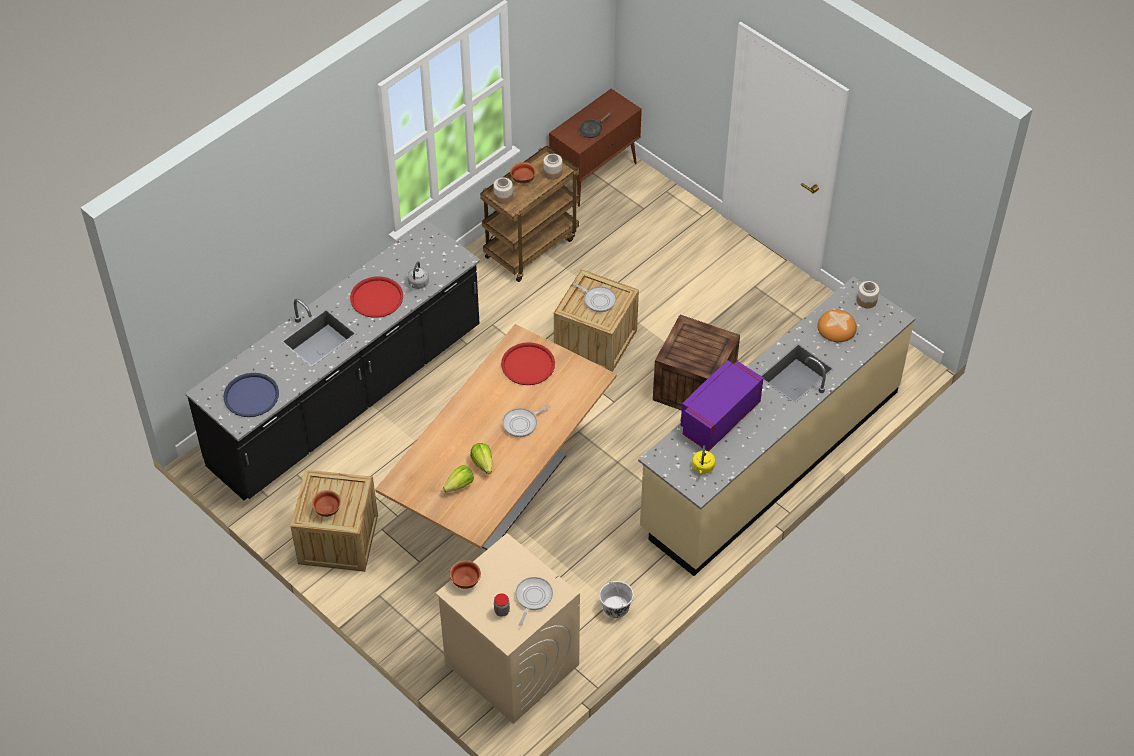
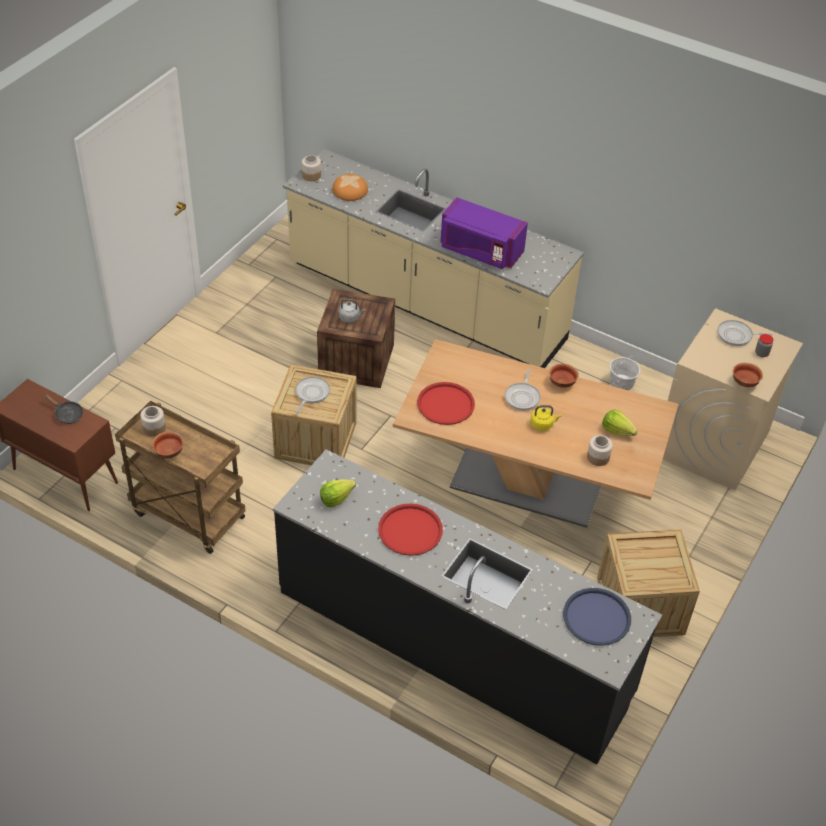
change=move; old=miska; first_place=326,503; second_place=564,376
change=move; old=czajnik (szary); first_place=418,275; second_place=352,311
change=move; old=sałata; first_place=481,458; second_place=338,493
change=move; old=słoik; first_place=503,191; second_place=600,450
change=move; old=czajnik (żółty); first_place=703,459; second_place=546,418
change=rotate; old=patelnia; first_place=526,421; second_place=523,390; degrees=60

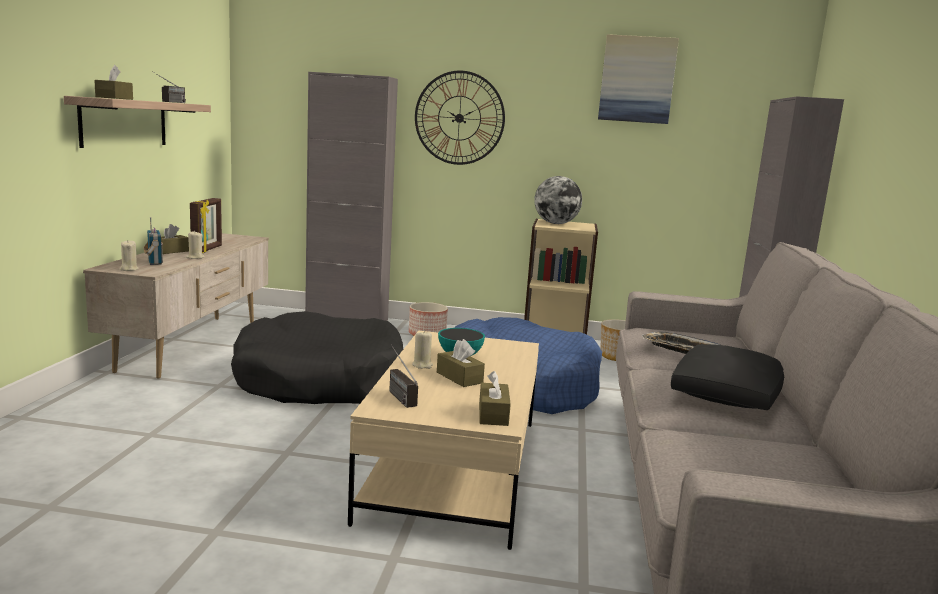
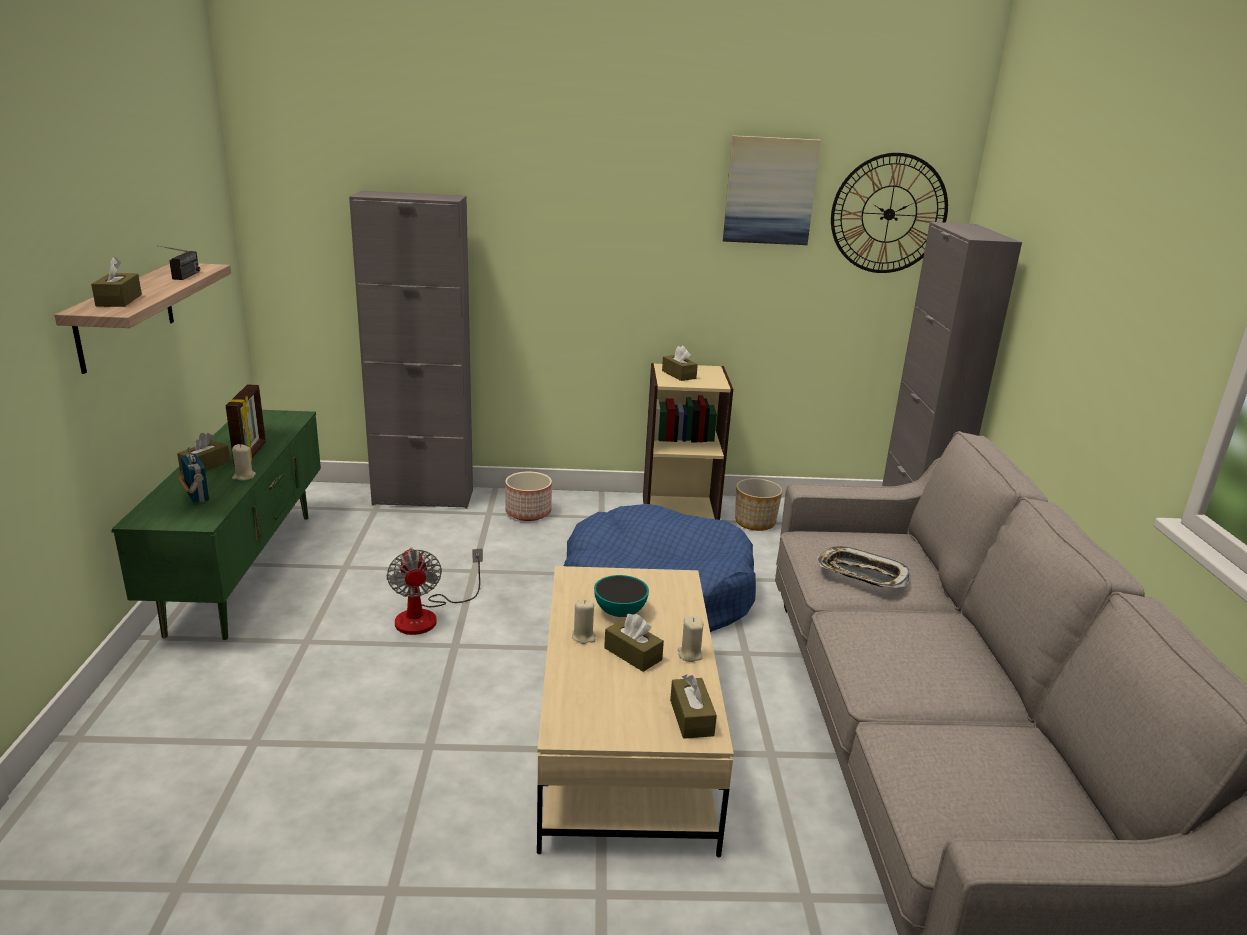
change=delete; old=radio; first_place=403,376
change=delete; old=poduszka (czarny); first_place=727,377
change=move; old=świeca (beżowy); first_place=129,255; second_place=690,638
change=move; old=zegar ścienny; first_place=460,118; second_place=889,213
change=replace; old=legowisko (czarny); new=wentylator; first_place=317,357; second_place=435,591
change=replace; old=globus; new=pudełko chusteczek (brązowy); first_place=558,200; second_place=680,363
change=recolor; old=szafka pod telewizor (beżowy); new=szafka pod telewizor (zielony); first_place=176,306; second_place=216,525

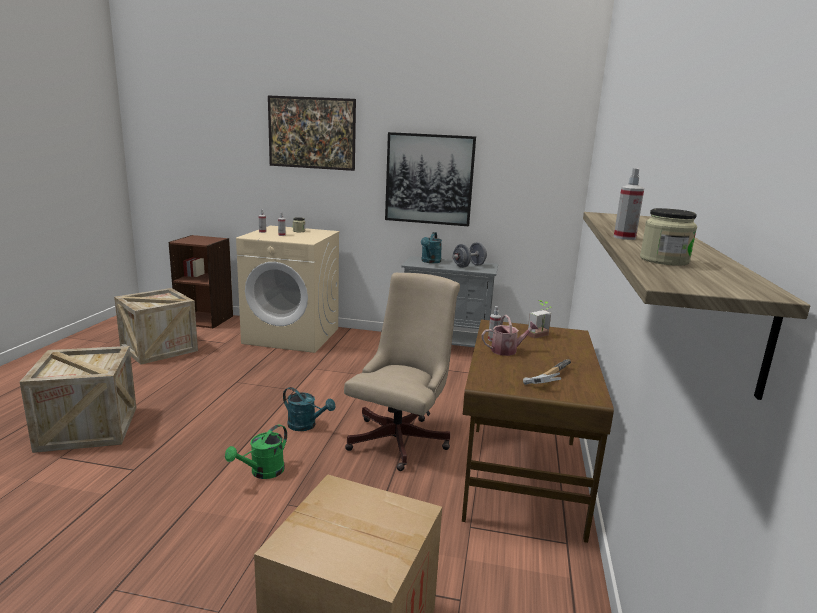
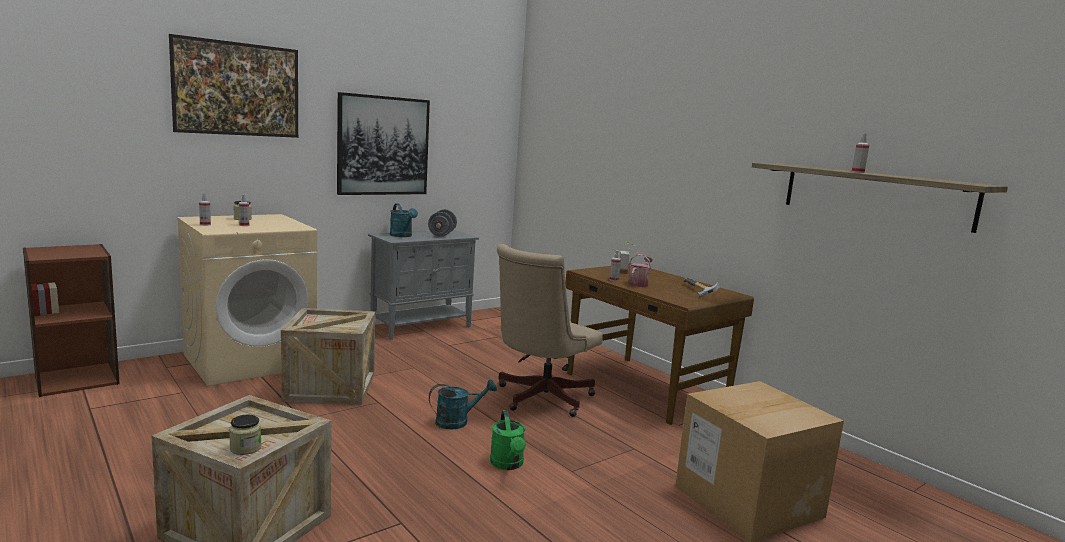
change=move; old=skrzynka; first_place=156,326; second_place=328,356
change=move; old=słoik; first_place=668,237; second_place=245,435
change=rotate; old=krzesło biurowe (beżowy); first_place=402,372; second_place=550,330; degrees=-120

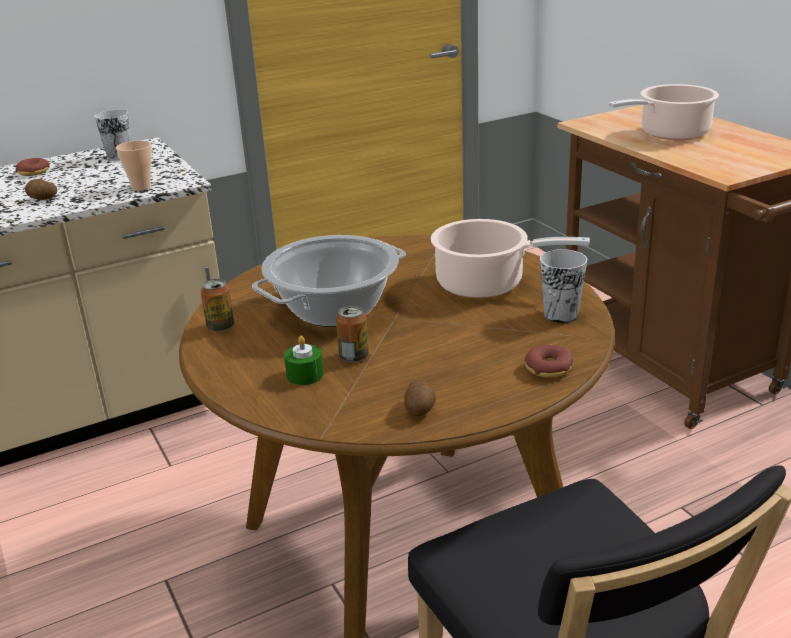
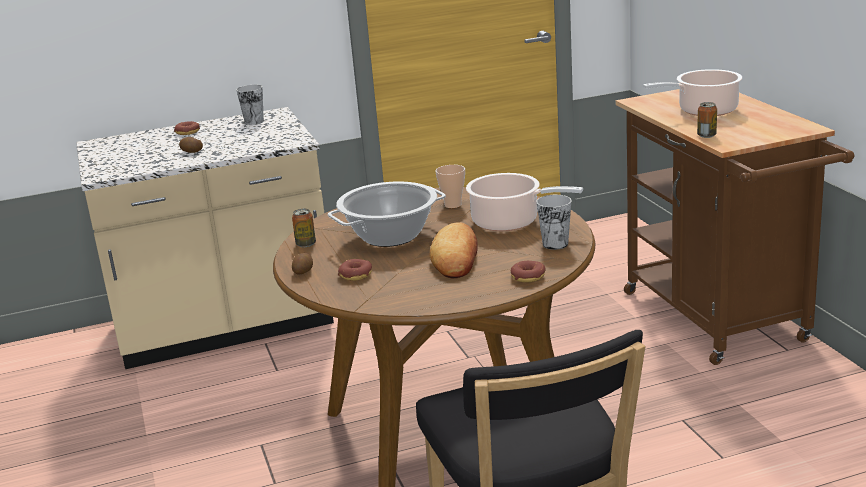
change=insert; new=chleb; second_place=454,250
change=move; old=filiżanka; first_place=134,165; second_place=450,186
change=move; old=puszka; first_place=352,333; second_place=707,120
change=move; old=ziemniak; first_place=420,398; second_place=302,263
change=replace; old=świeca (zielony); new=donut; first_place=304,360; second_place=355,270

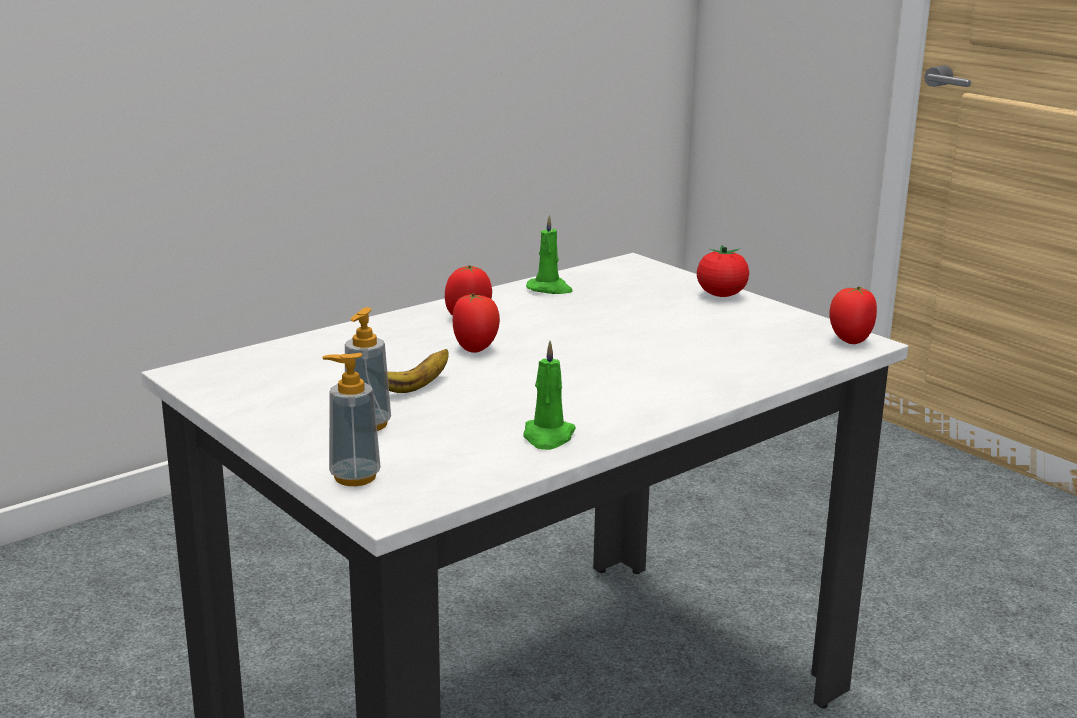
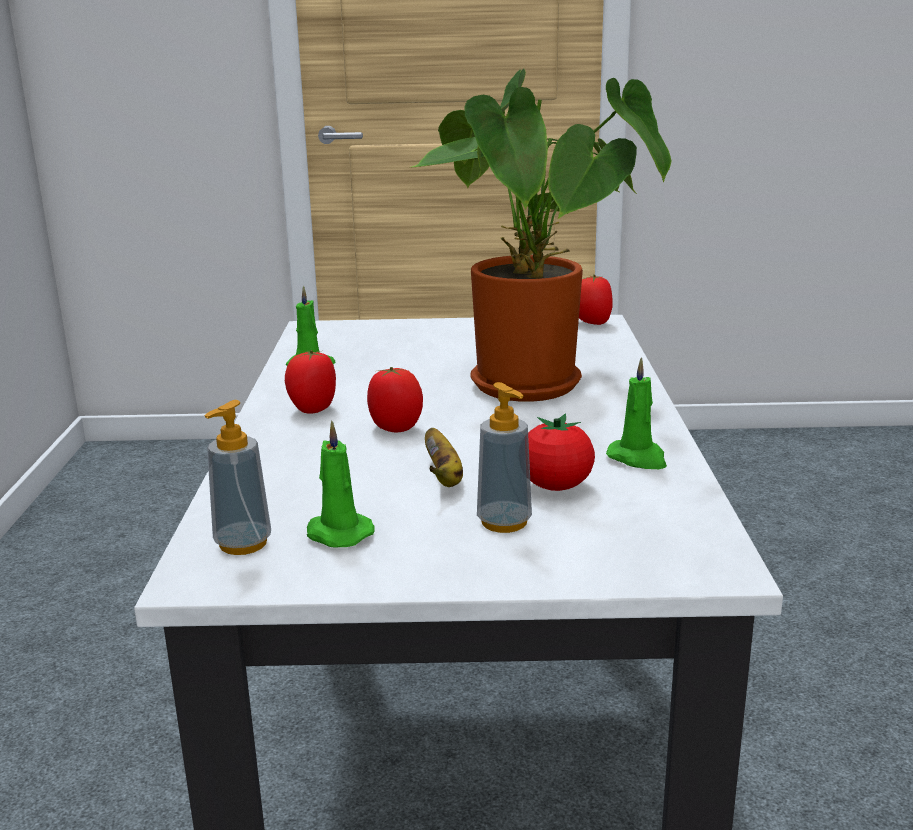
change=insert; new=świeca (zielony); second_place=340,484
change=insert; new=roślina doniczkowa; second_place=540,235
change=move; old=dozownik mydła; first_place=351,419; second_place=238,477
change=move; old=pomidor; first_place=723,271; second_place=561,452

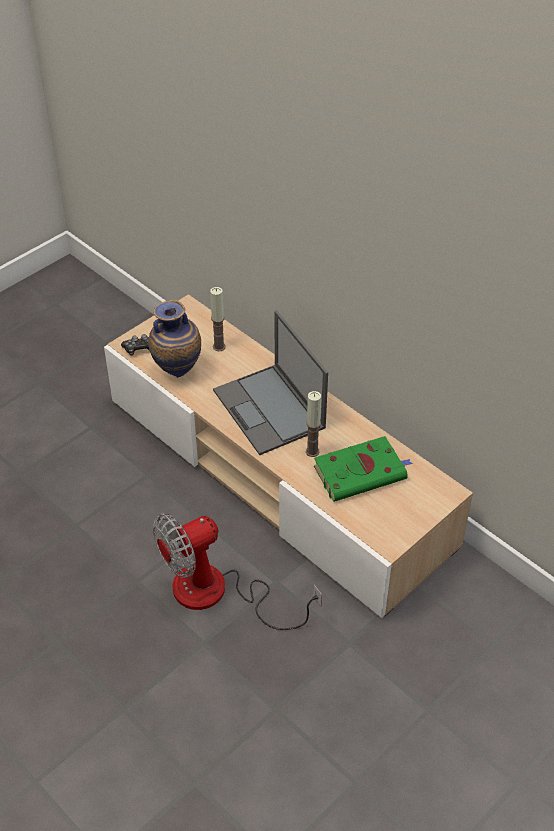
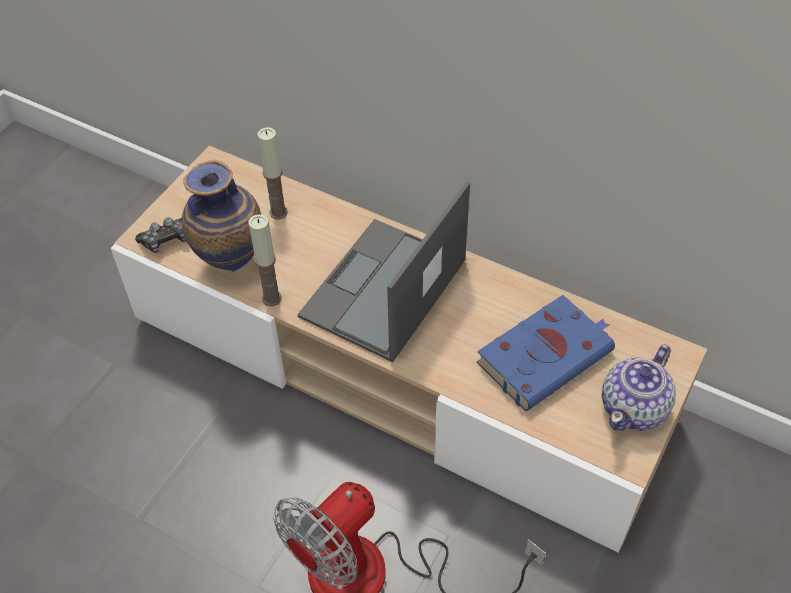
change=insert; new=imbryk; second_place=639,388
change=move; old=świeca; first_place=313,424; second_place=265,260
change=recolor; old=książka (zielony); new=książka (niebieski); first_place=363,469; second_place=546,353
change=rotate; old=laptop; first_place=270,382; second_place=384,271; degrees=75

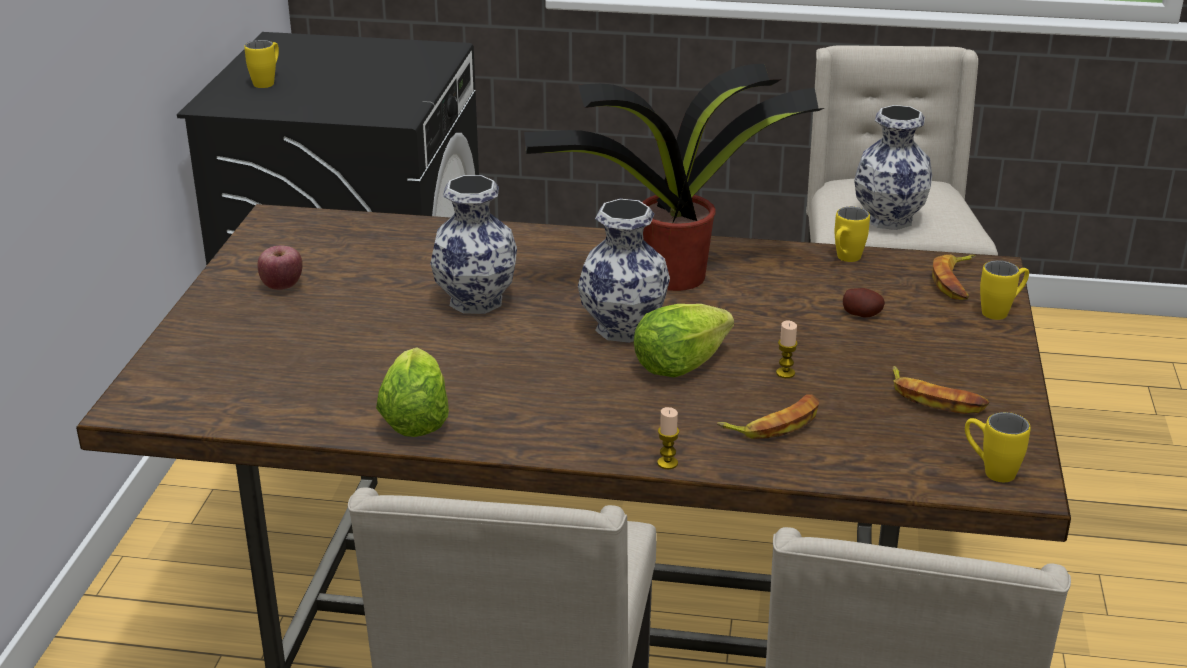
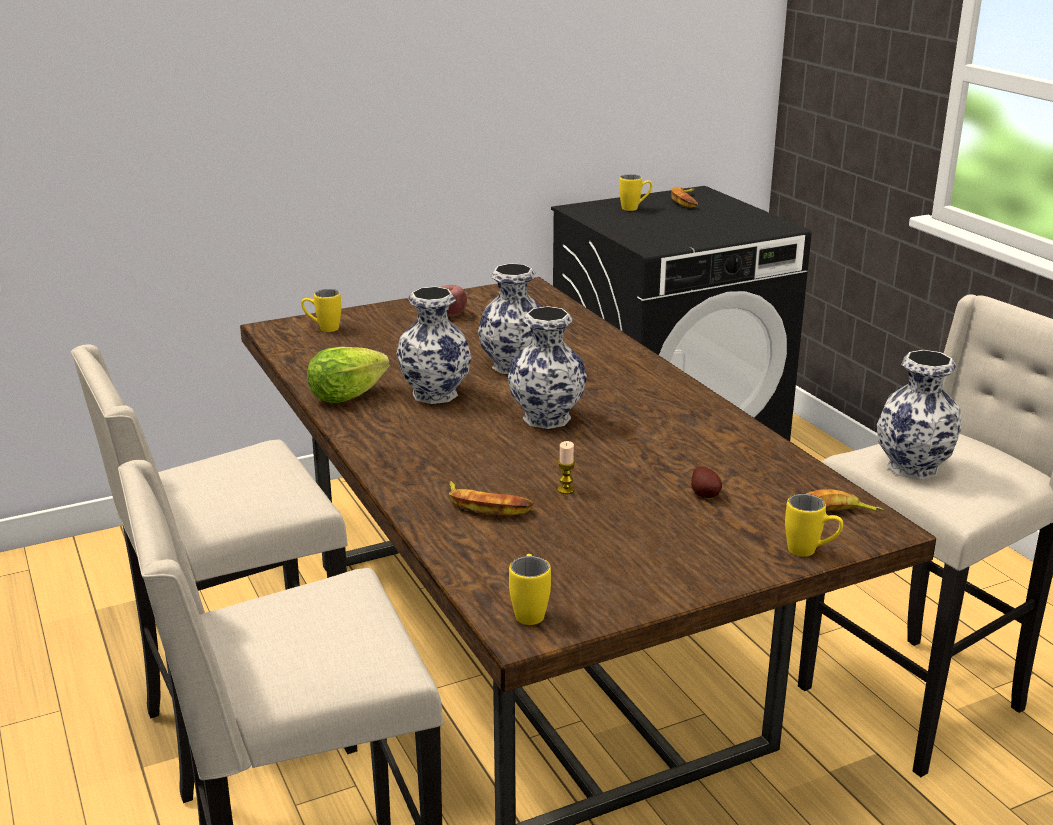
change=delete; old=roślina doniczkowa; first_place=674,177
change=delete; old=sałata; first_place=684,340
change=delete; old=świeca; first_place=668,438
change=insert; new=wazon; second_place=434,345
change=move; old=kubek (żółty); first_place=852,234; second_place=321,310
change=move; old=banan; first_place=941,390; second_place=684,197

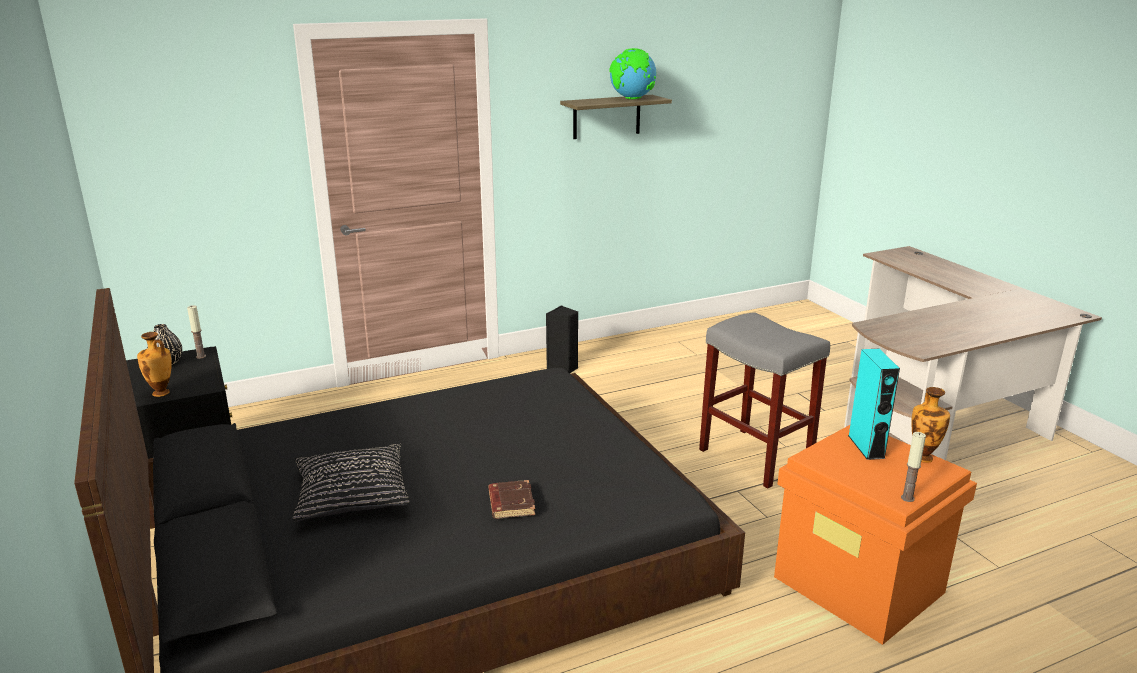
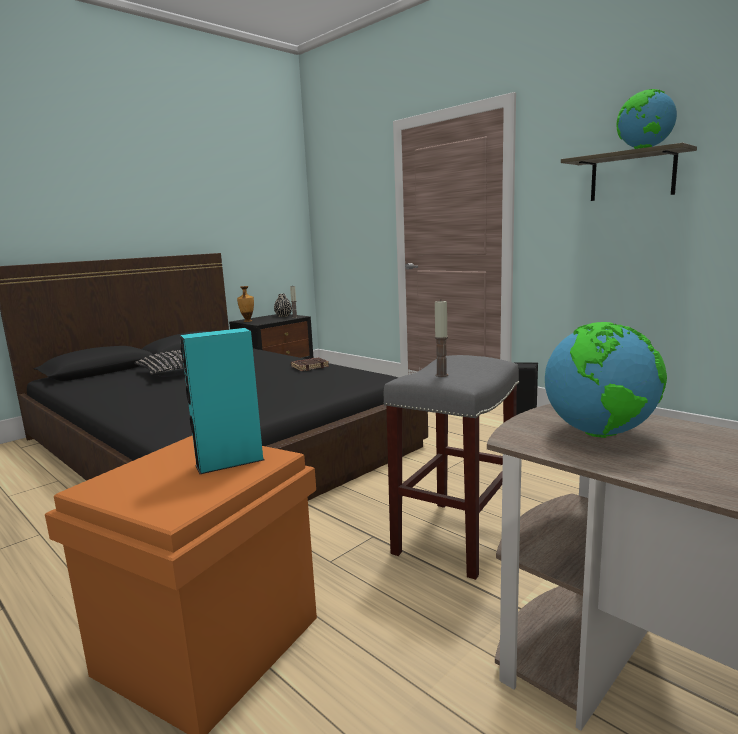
change=delete; old=wazon; first_place=930,425
change=insert; new=globus; second_place=606,380
change=move; old=książka (brązowy); first_place=512,499; second_place=310,364
change=move; old=świeca; first_place=913,467; second_place=441,338

